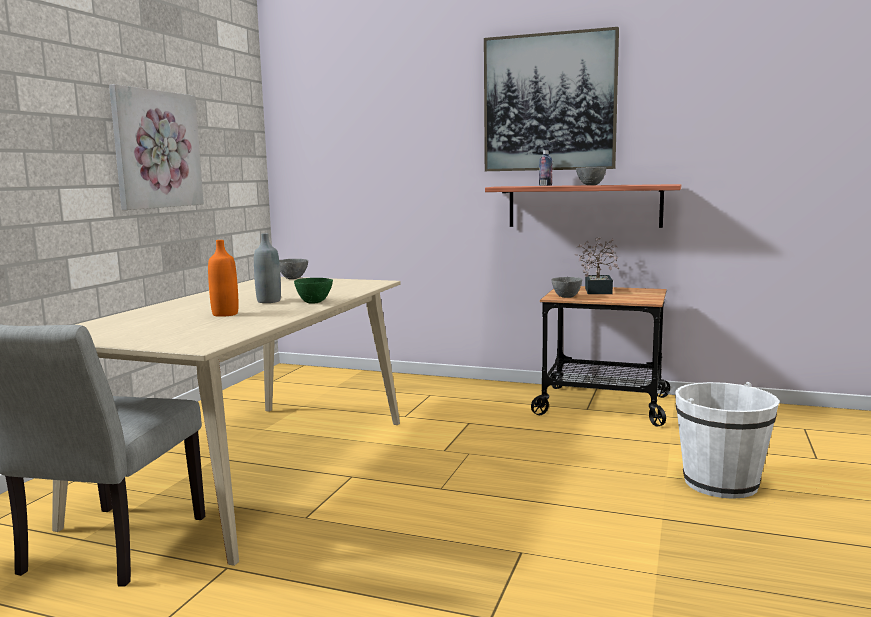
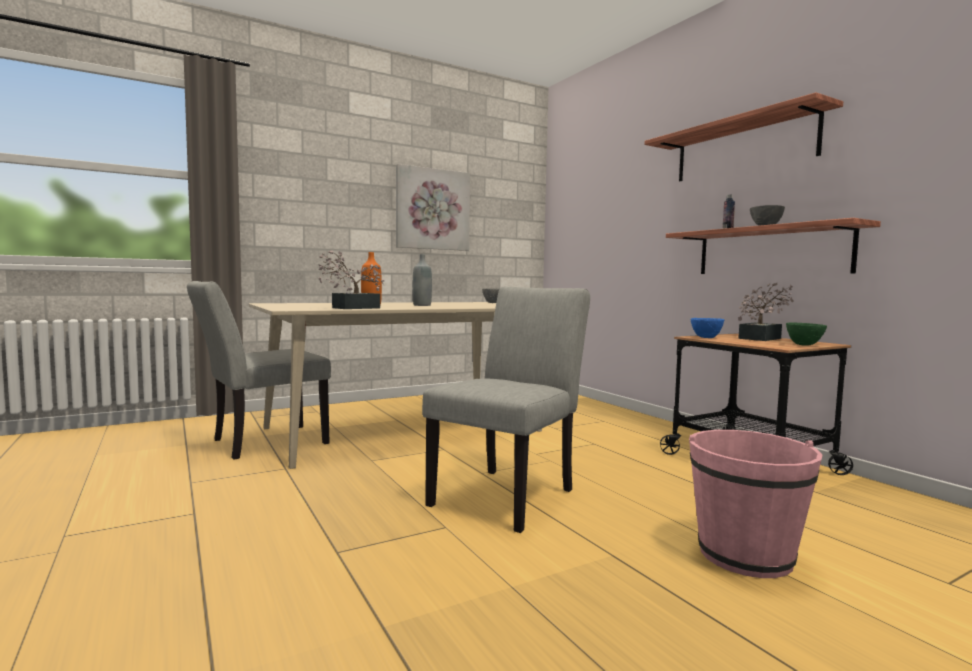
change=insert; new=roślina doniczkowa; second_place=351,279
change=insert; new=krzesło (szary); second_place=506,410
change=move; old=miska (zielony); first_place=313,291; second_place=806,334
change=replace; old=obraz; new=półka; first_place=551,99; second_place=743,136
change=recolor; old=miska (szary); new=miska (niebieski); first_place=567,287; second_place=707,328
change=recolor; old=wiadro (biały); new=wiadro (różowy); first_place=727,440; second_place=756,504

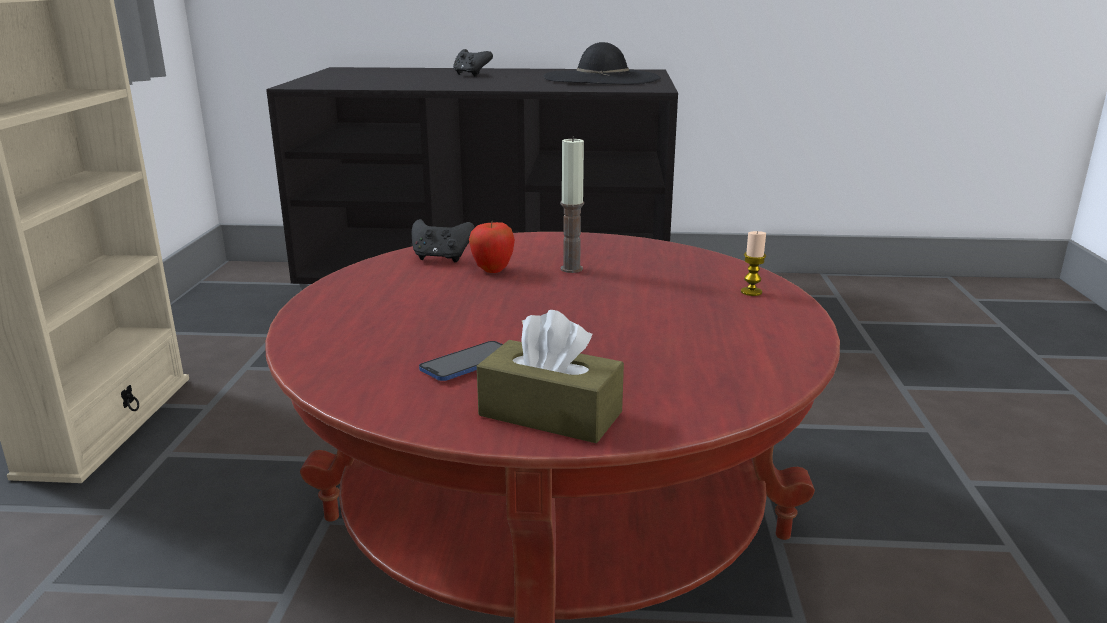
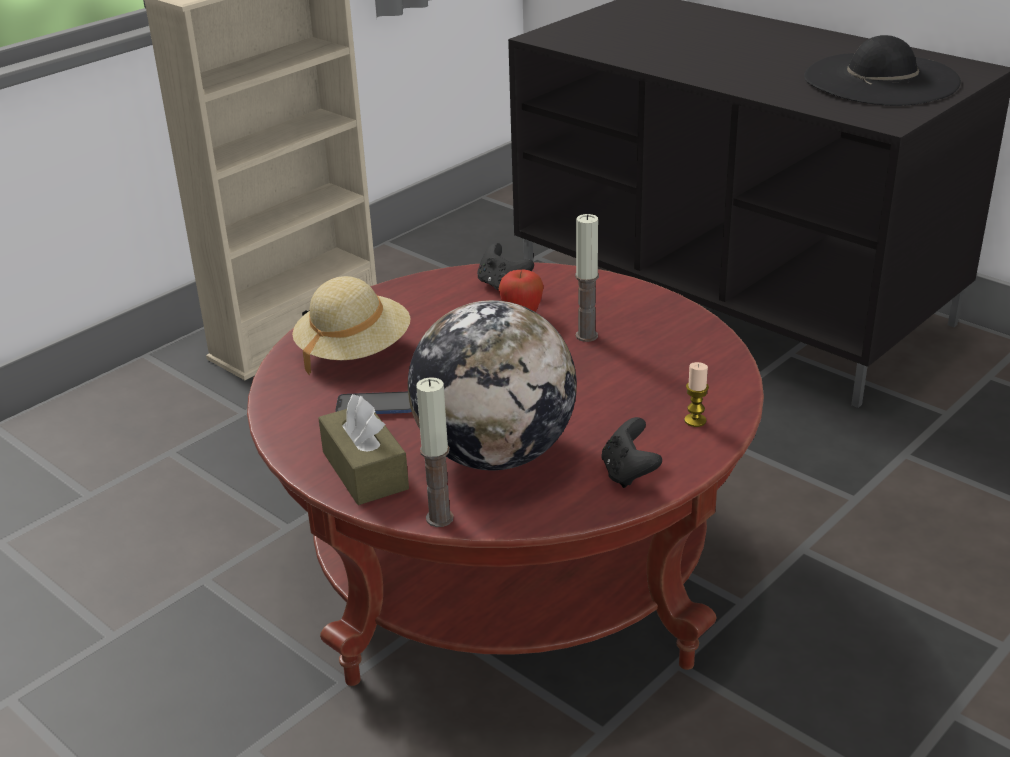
change=insert; new=kapelusz (beżowy); second_place=351,325
change=insert; new=globus; second_place=492,385
change=insert; new=świeca; second_place=435,452
change=move; old=pad do gier (czarny); first_place=473,63; second_place=631,452

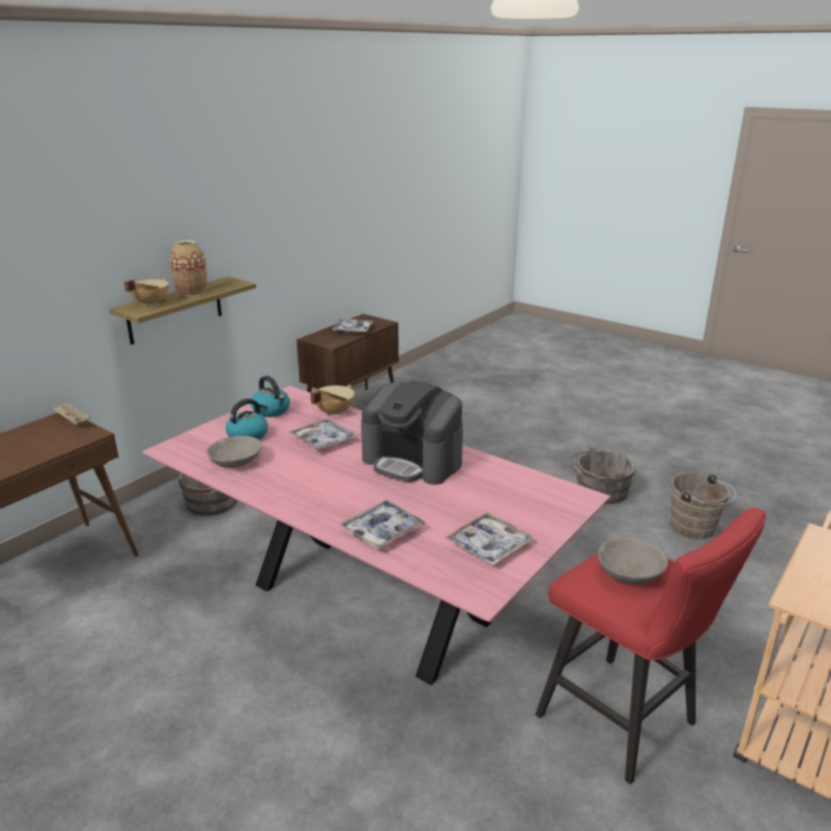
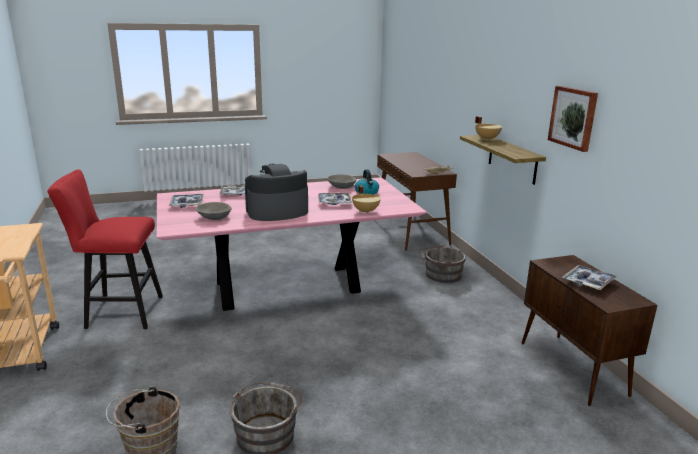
change=delete; old=wazon; first_place=188,268
change=delete; old=czajnik; first_place=270,396
change=insert; new=obraz; second_place=573,119
change=move; old=miska (szary); first_place=633,560; second_place=214,211

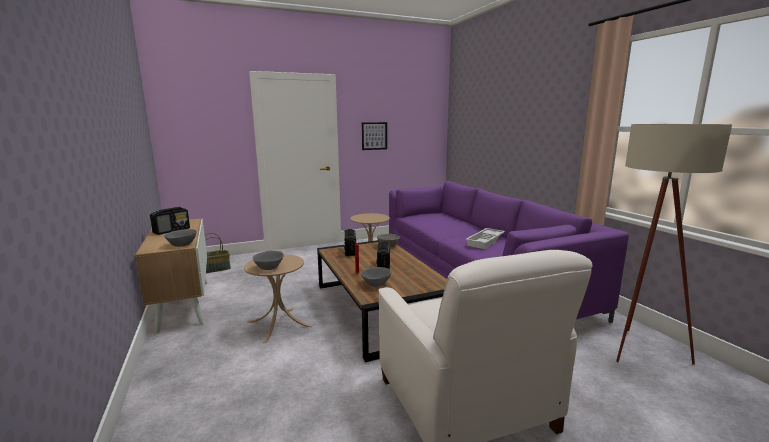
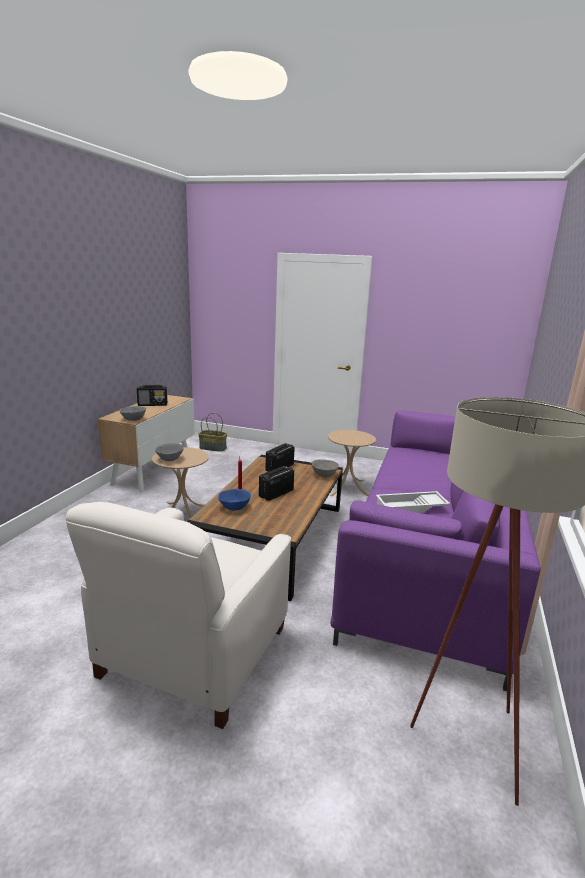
change=delete; old=obraz; first_place=374,136
change=recolor; old=miska (szary); new=miska (niebieski); first_place=376,277; second_place=234,500

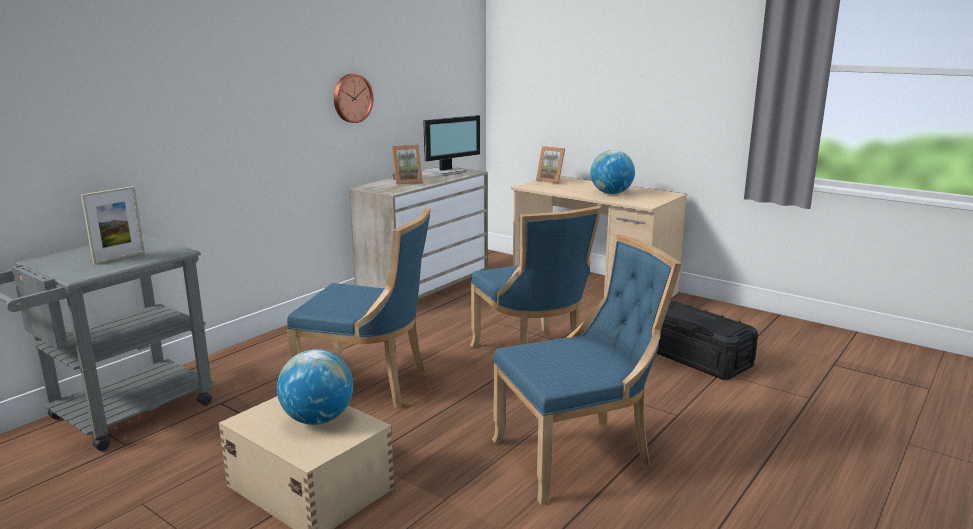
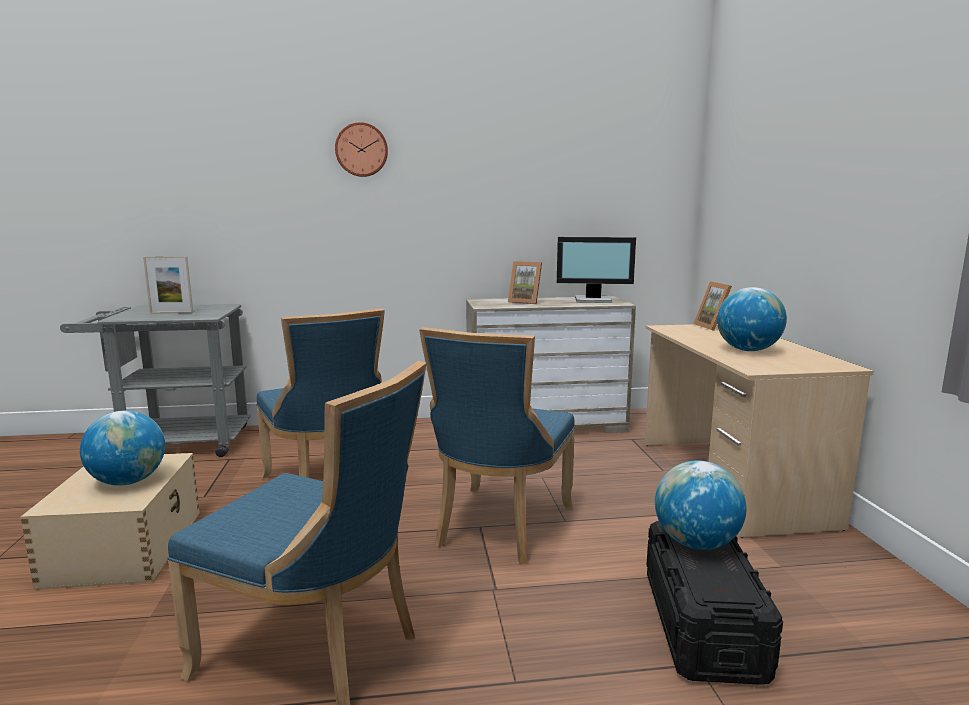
change=insert; new=globus; second_place=700,505
change=move; old=zegar ścienny; first_place=353,98; second_place=361,149

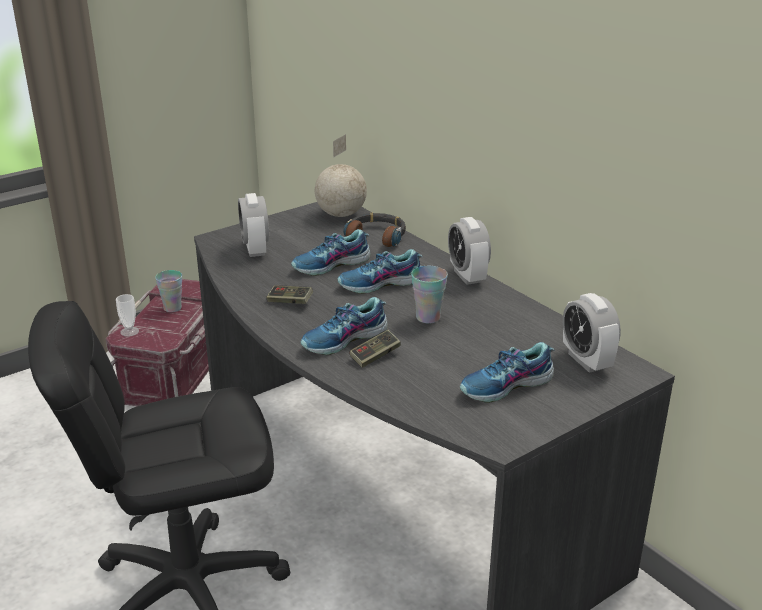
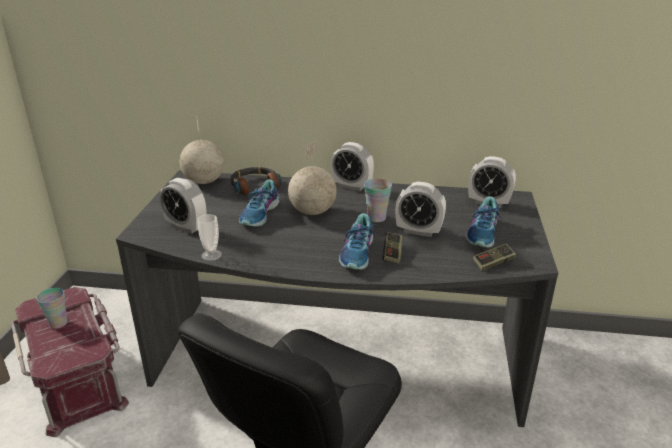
change=insert; new=budzik; second_place=420,209
change=move; old=filiżanka; first_place=127,315; second_place=209,237
change=move; old=pad do gier; first_place=289,294; second_place=494,257
change=replace; old=but; new=globus; first_place=380,271; second_place=312,177

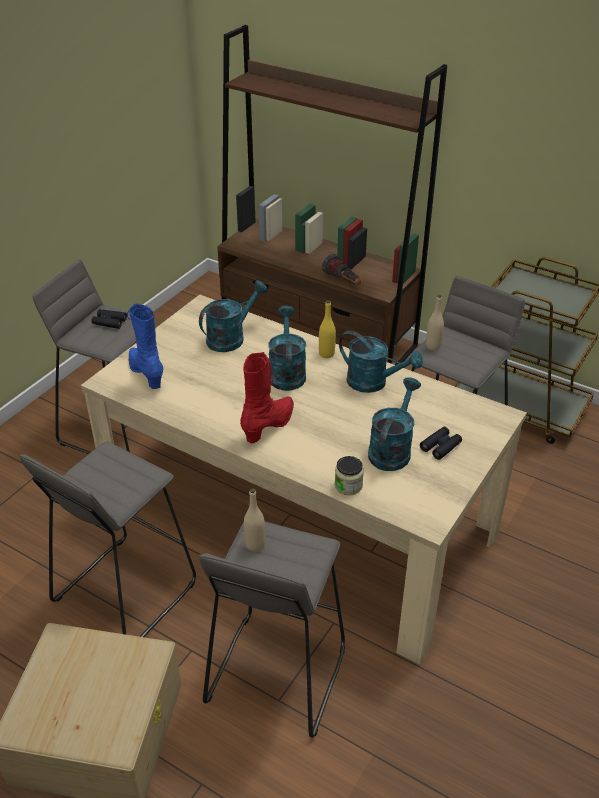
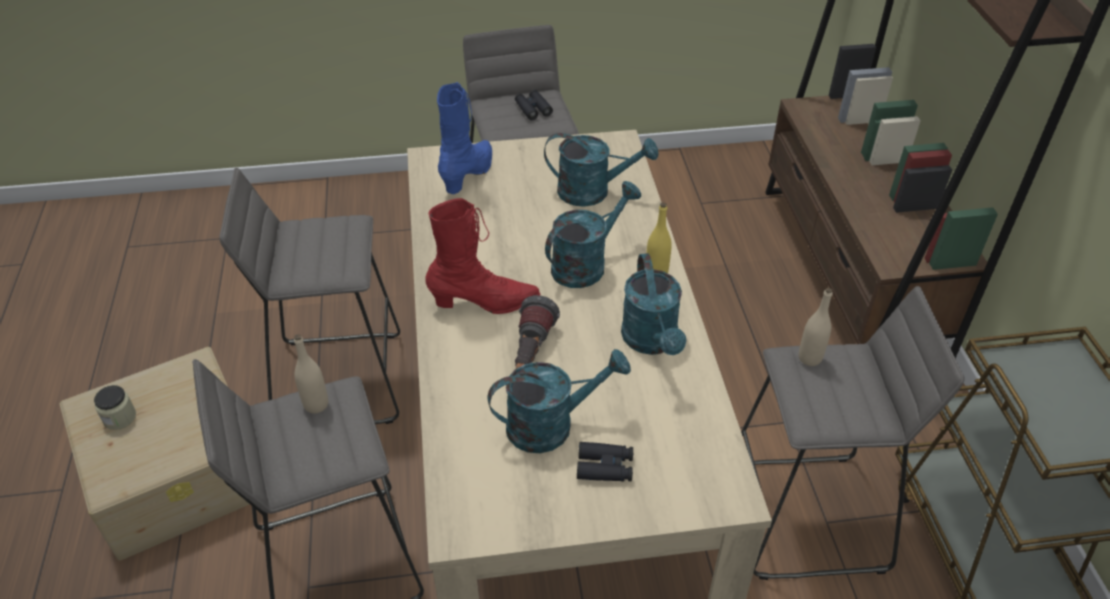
change=move; old=latarka; first_place=341,269; second_place=537,332
change=move; old=słoik; first_place=349,475; second_place=115,407

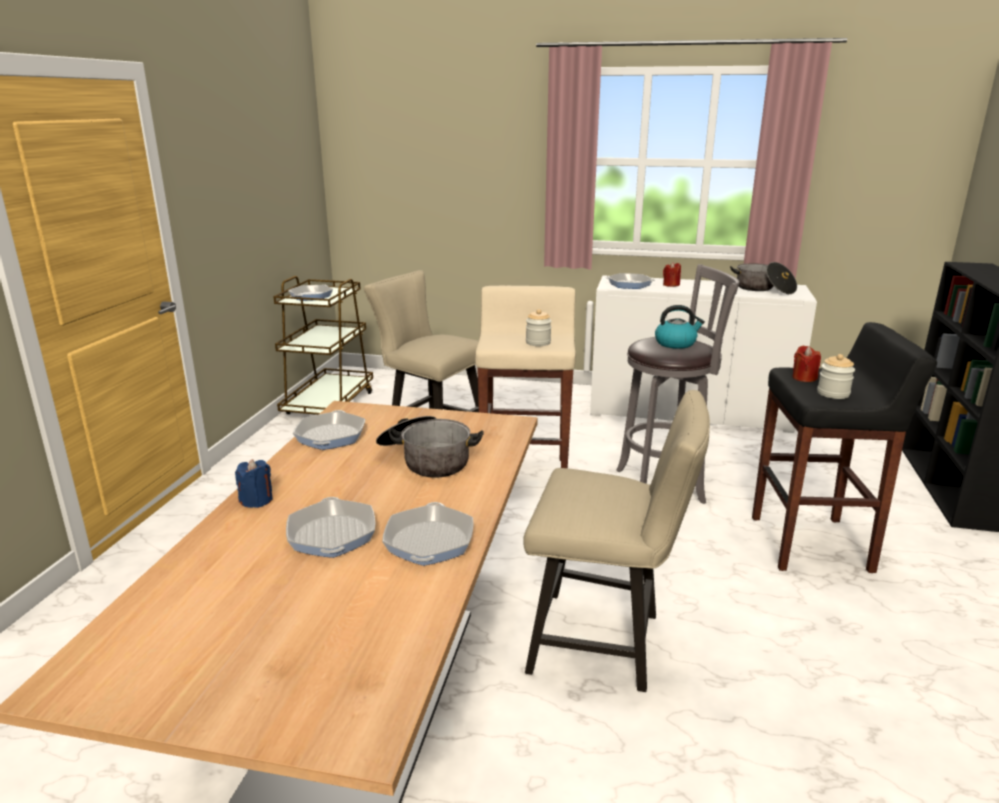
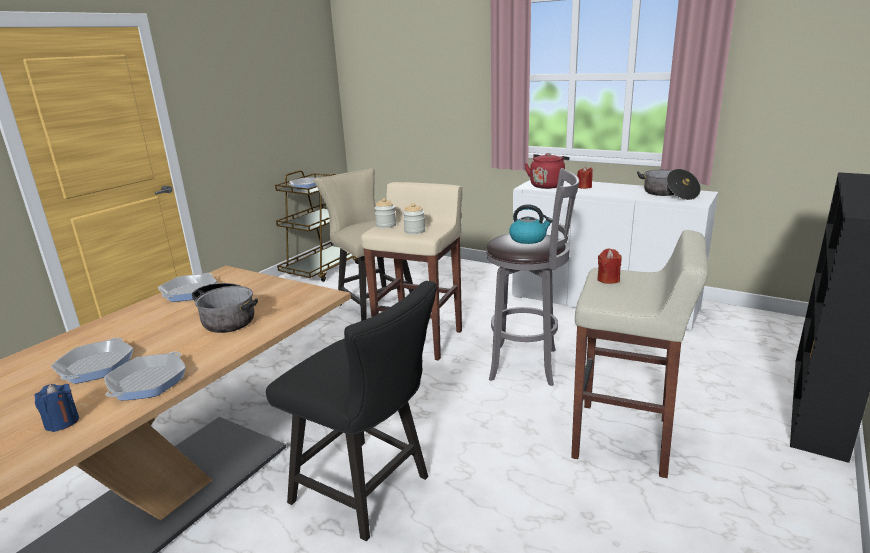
change=move; old=świeca (niebieski); first_place=254,483; second_place=56,408
change=move; old=słoik; first_place=836,376; second_place=385,213
change=replace; old=patelnia; new=czajnik (czerwony); first_place=630,281; second_place=547,171
change=recolor; old=krzesło (beżowy); new=krzesło (czarny); first_place=617,541; second_place=351,411
change=recolor; old=stołek (czarny); new=stołek (beżowy); first_place=844,447; second_place=639,354

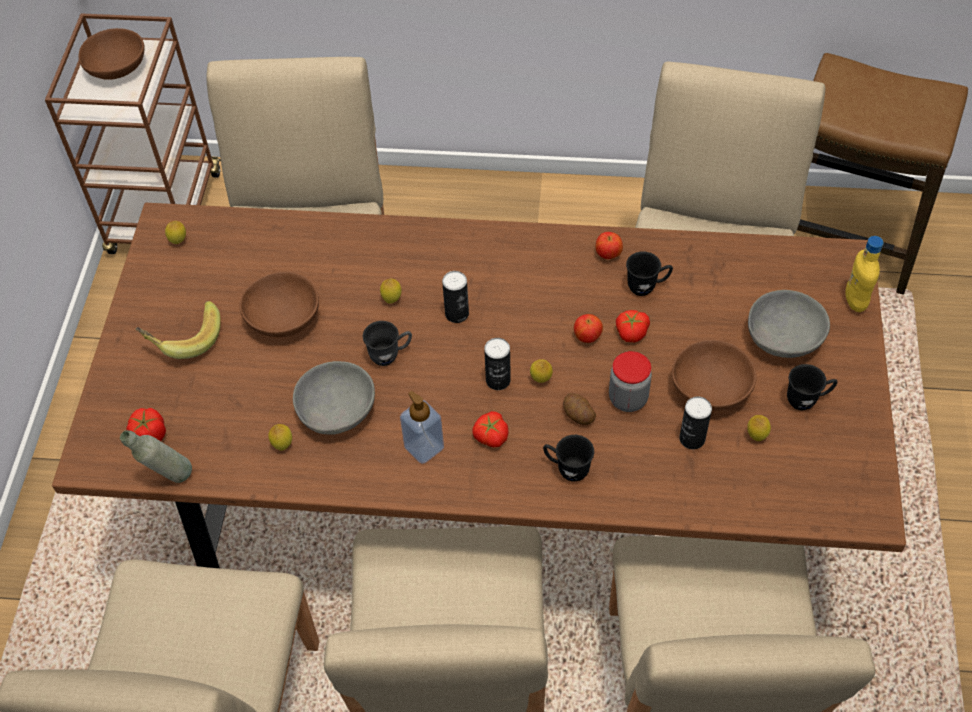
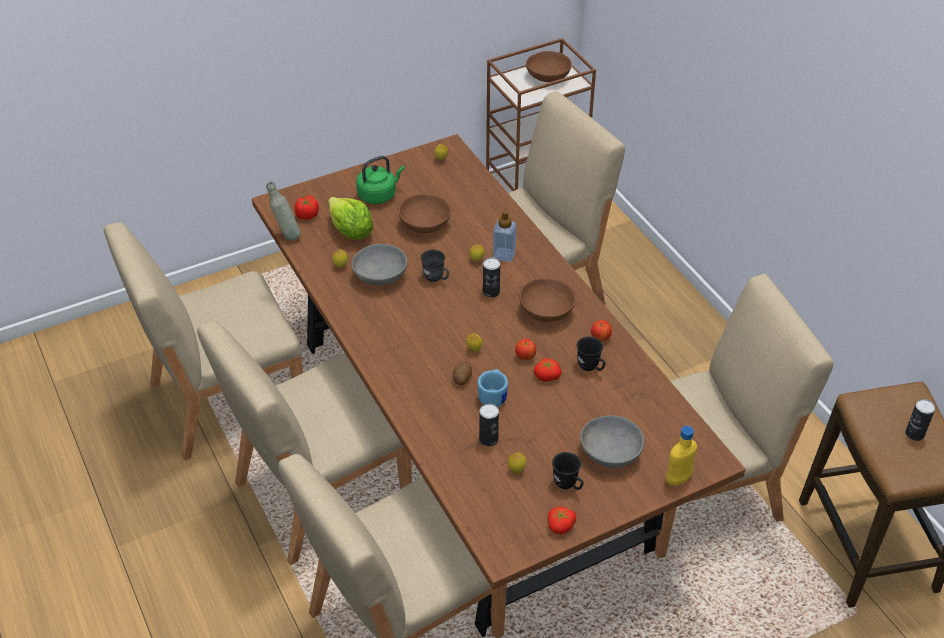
change=delete; old=kubek (czarny); first_place=568,458
change=insert; new=sałata; second_place=350,218
change=move; old=dozownik mydła; first_place=422,427; second_place=505,234
change=move; old=pomidor; first_place=491,429; second_place=562,520
change=move; old=puszka; first_place=497,364; second_place=920,420
change=move; old=miska (brązowy); first_place=714,375; second_place=547,300
change=replace; old=banan; new=czajnik (zielony); first_place=178,330; second_place=380,180
change=replace; old=słoik; new=kubek (niebieski); first_place=630,381; second_place=493,388

